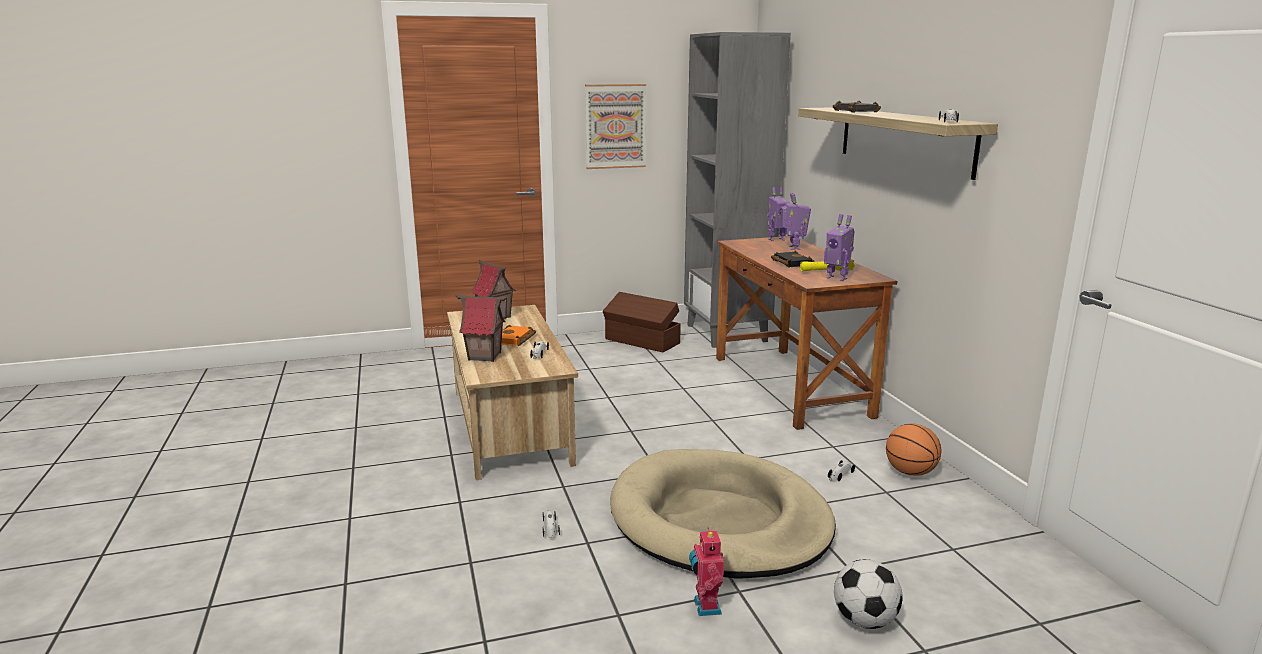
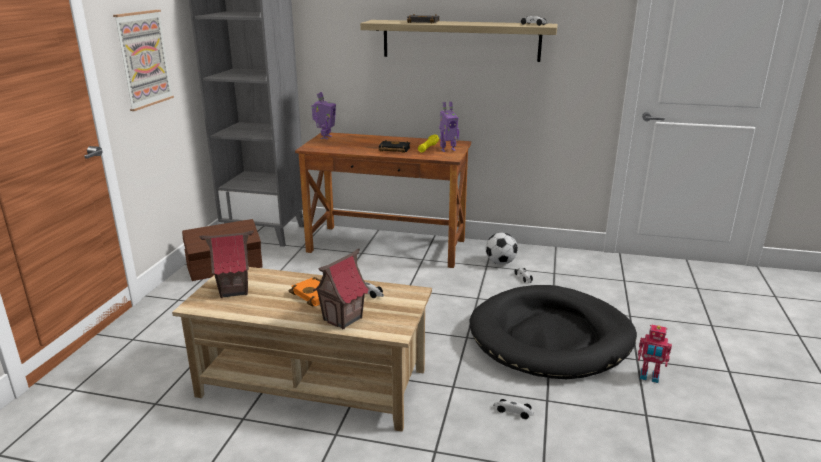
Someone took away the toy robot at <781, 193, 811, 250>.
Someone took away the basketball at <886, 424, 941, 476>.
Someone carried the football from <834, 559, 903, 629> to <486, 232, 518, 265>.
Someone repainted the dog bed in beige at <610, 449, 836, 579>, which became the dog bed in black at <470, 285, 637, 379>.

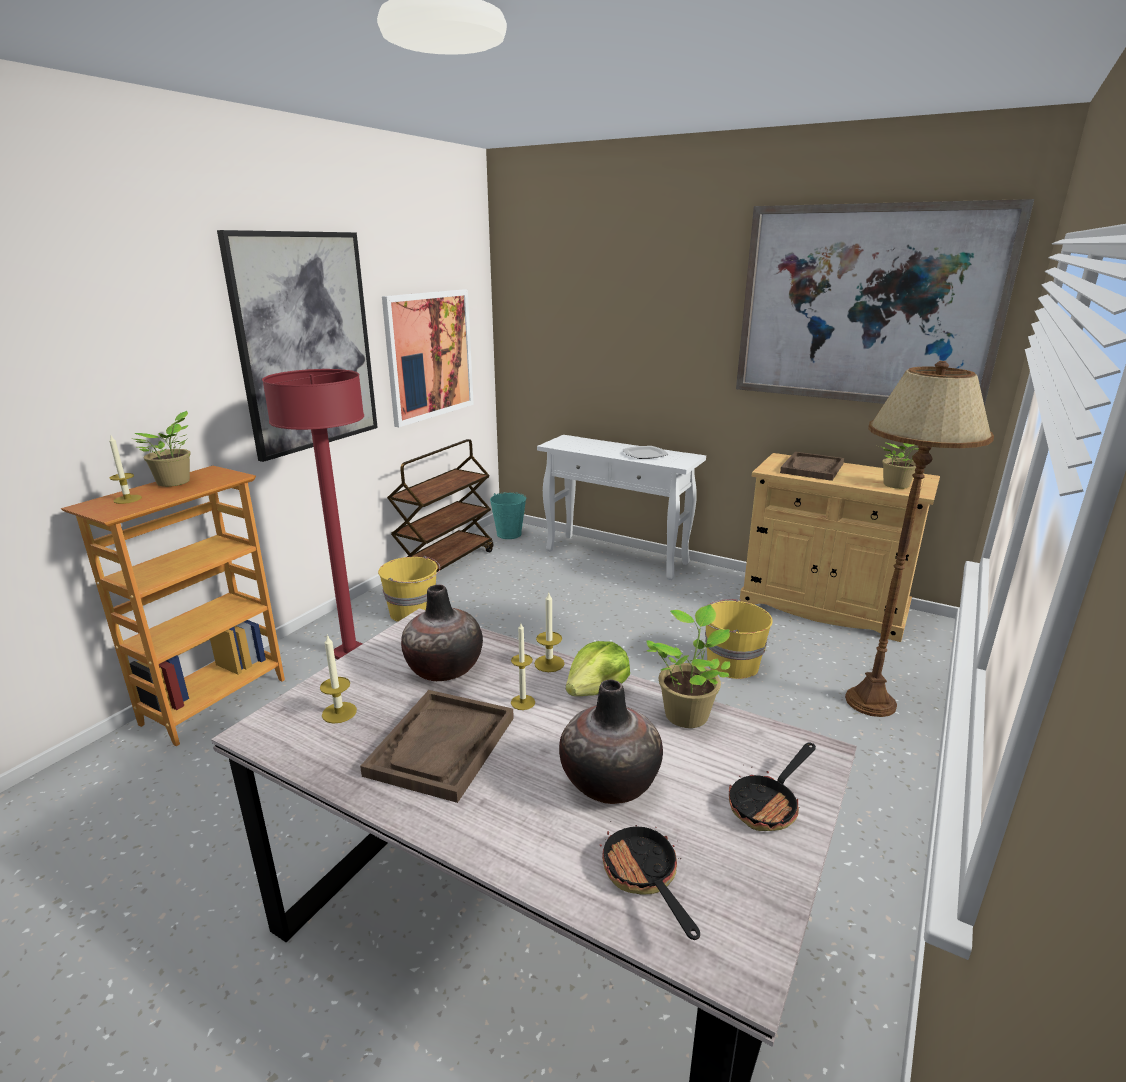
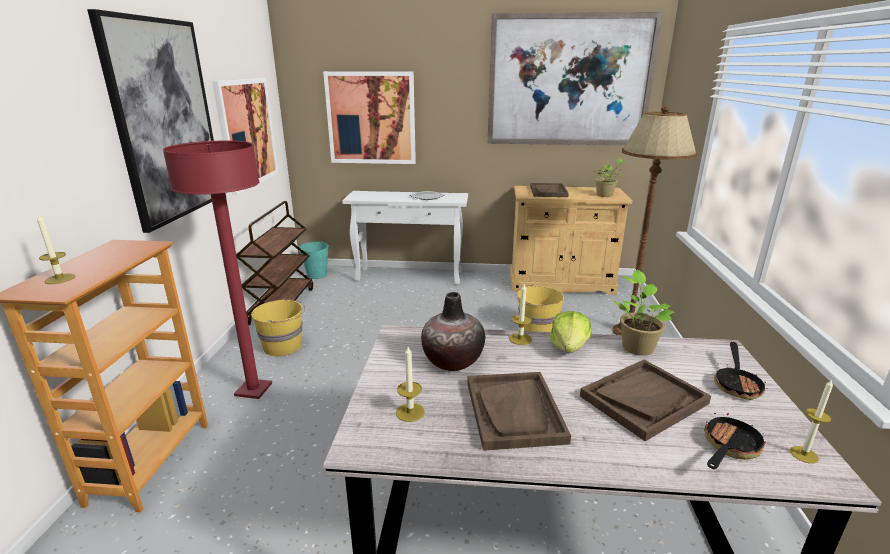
Someone took away the potted plant at <134, 411, 191, 487>.
Someone put up the picture at <323, 71, 416, 164>.
Someone carried the candle from <511, 623, 535, 710> to <790, 379, 833, 464>.
Someone swapped the vase at <559, 680, 663, 804> for the tray in brown at <580, 360, 711, 441>.
Someone rotated the frying pan at <600, 825, 700, 940> by 90 degrees clockwise.

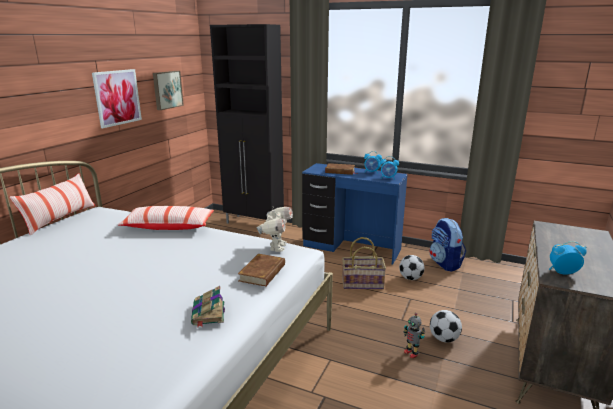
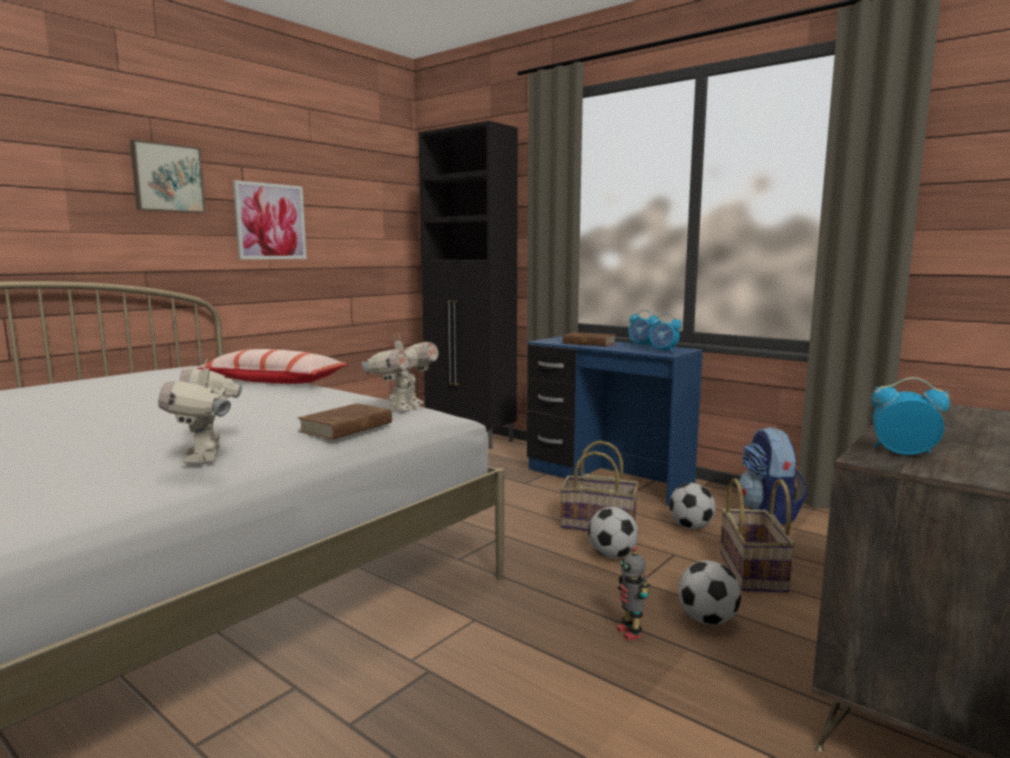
Someone took away the pillow at <10, 173, 95, 235>.
Someone put down the football at <588, 507, 638, 558>.
Someone put down the basket at <720, 478, 795, 593>.
Someone carried the picture from <153, 71, 184, 110> to <130, 140, 206, 213>.
Someone swapped the book at <191, 286, 225, 328> for the toy robot at <158, 358, 242, 463>.

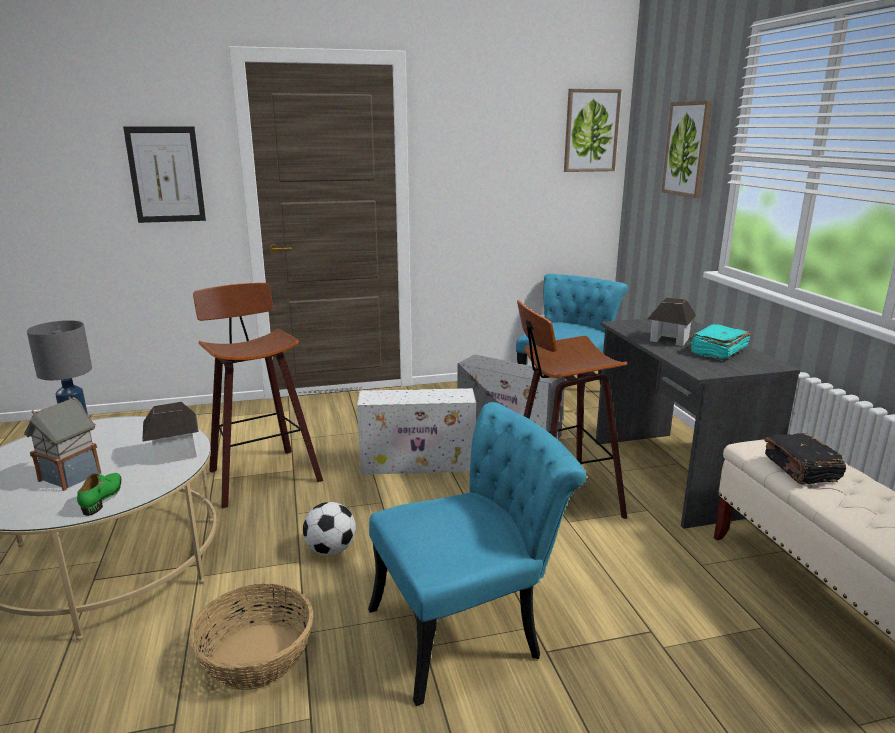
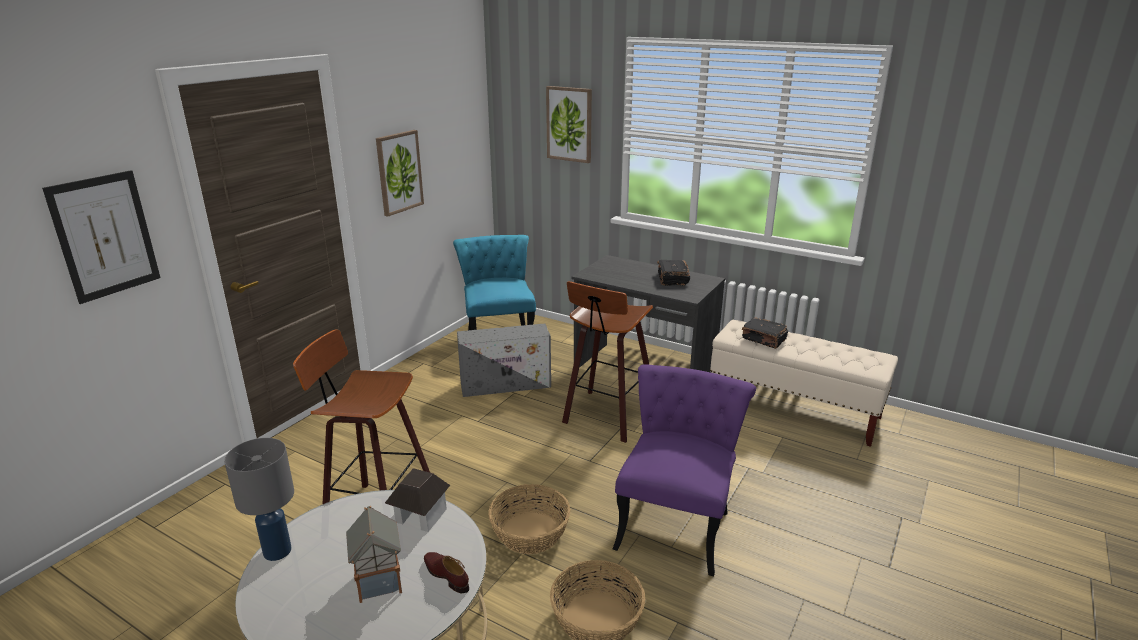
Someone took away the storage box in white at <357, 388, 476, 475>.
Someone took away the toy house at <647, 298, 696, 346>.
Someone carried the picture from <564, 89, 622, 172> to <376, 130, 424, 217>.
Someone swapped the football at <303, 502, 356, 556> for the basket at <488, 484, 570, 554>.
Someone repainted the shoe in green at <77, 473, 121, 516>, which became the shoe in brown at <424, 552, 469, 593>.
Someone repainted the chair in turquoise at <368, 402, 586, 706>, which became the chair in purple at <613, 364, 756, 576>.
Someone repainted the book in turquoise at <688, 324, 750, 361>, which became the book in black at <657, 260, 690, 286>.

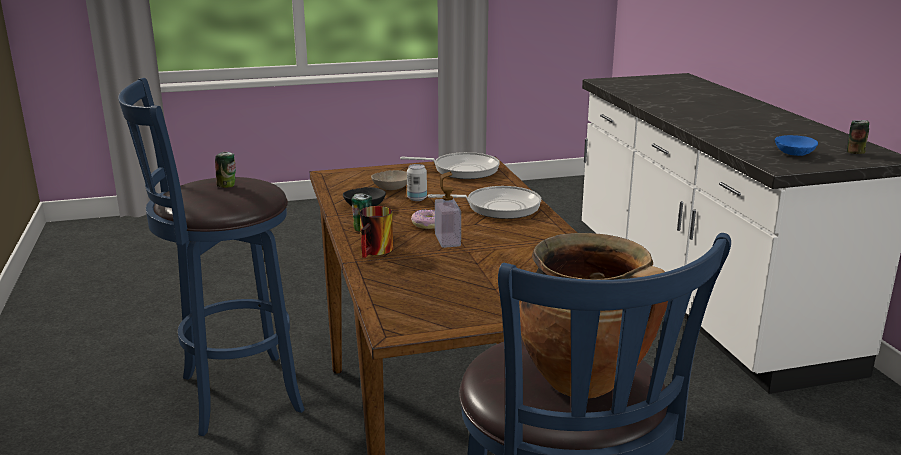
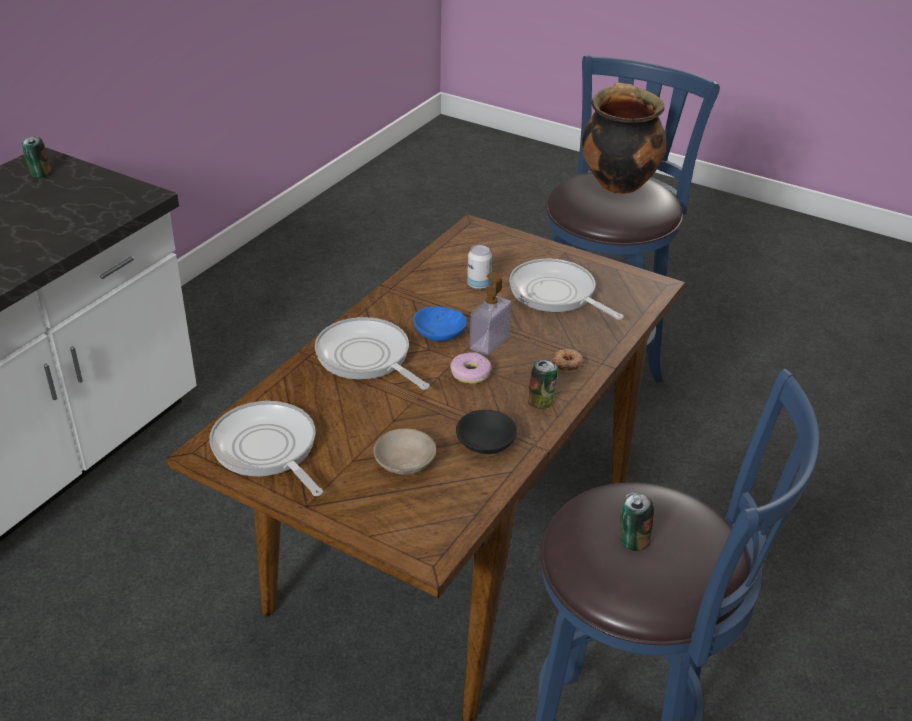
Someone put down the frying pan at <509, 259, 623, 320>.
Someone carried the can from <407, 164, 427, 201> to <467, 245, 492, 289>.
Someone carried the bowl in blue from <775, 135, 818, 156> to <413, 306, 467, 341>.
Someone swapped the mug at <360, 206, 393, 258> for the donut at <552, 349, 584, 374>.

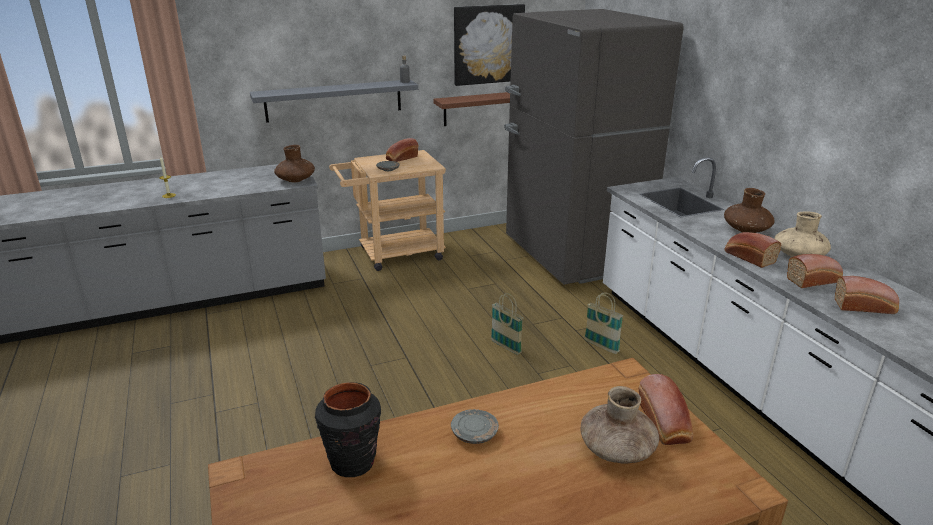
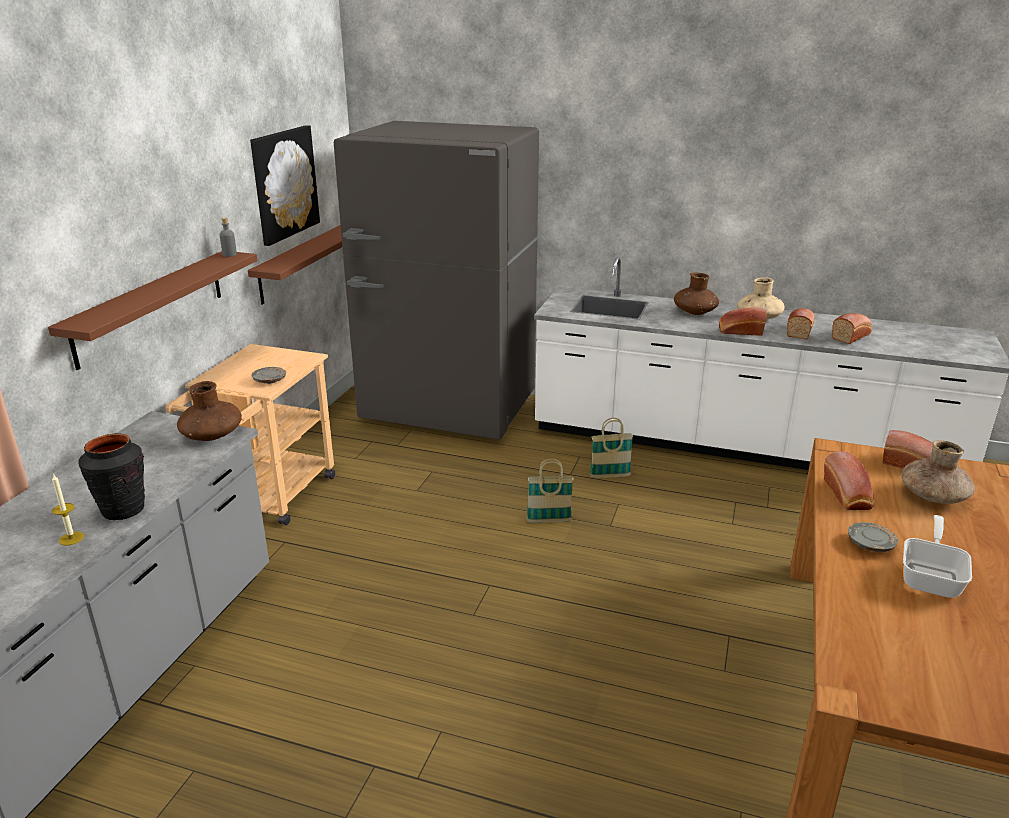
Someone put down the frying pan at <903, 515, 972, 598>.
Someone carried the vase in black from <315, 382, 381, 477> to <78, 433, 145, 520>.
Someone carried the bread from <386, 138, 418, 162> to <824, 451, 874, 510>.
Someone repainted the shelf in grey at <250, 80, 418, 123>, which became the shelf in brown at <48, 251, 258, 370>.

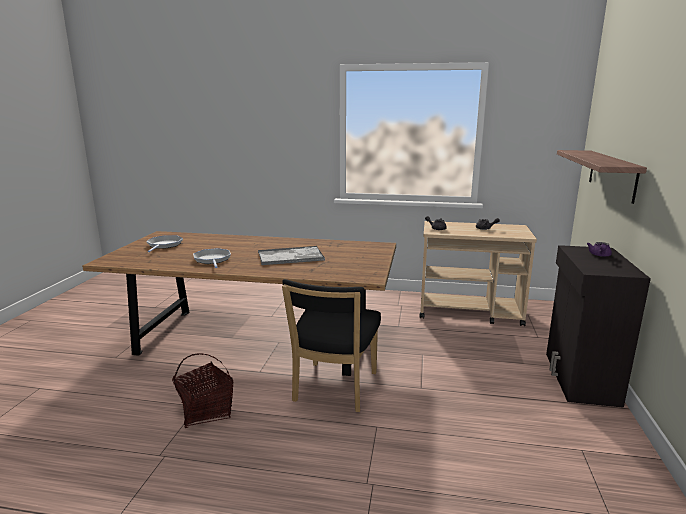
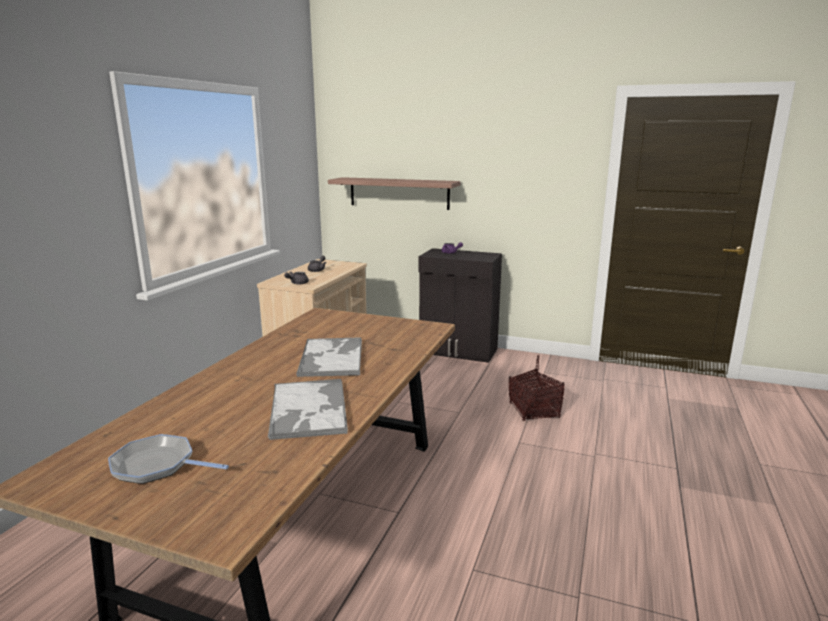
Someone took away the chair in black at <282, 279, 381, 412>.
Someone carried the basket from <172, 354, 233, 428> to <509, 355, 565, 421>.
Someone swapped the frying pan at <193, 248, 231, 268> for the tray at <268, 379, 348, 440>.

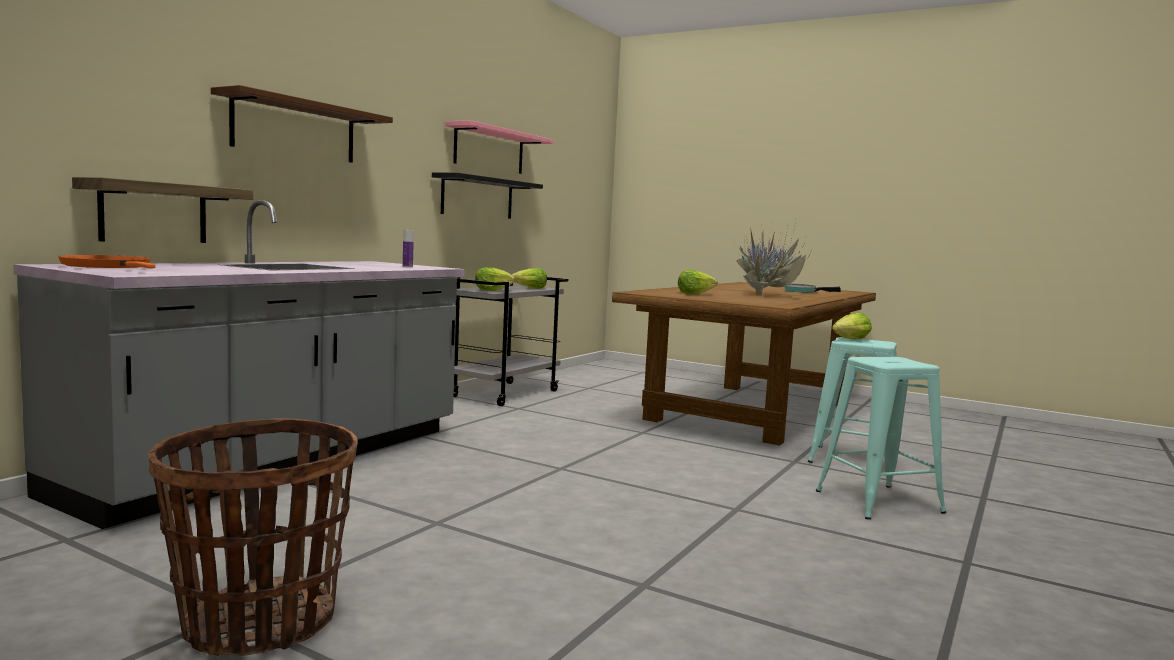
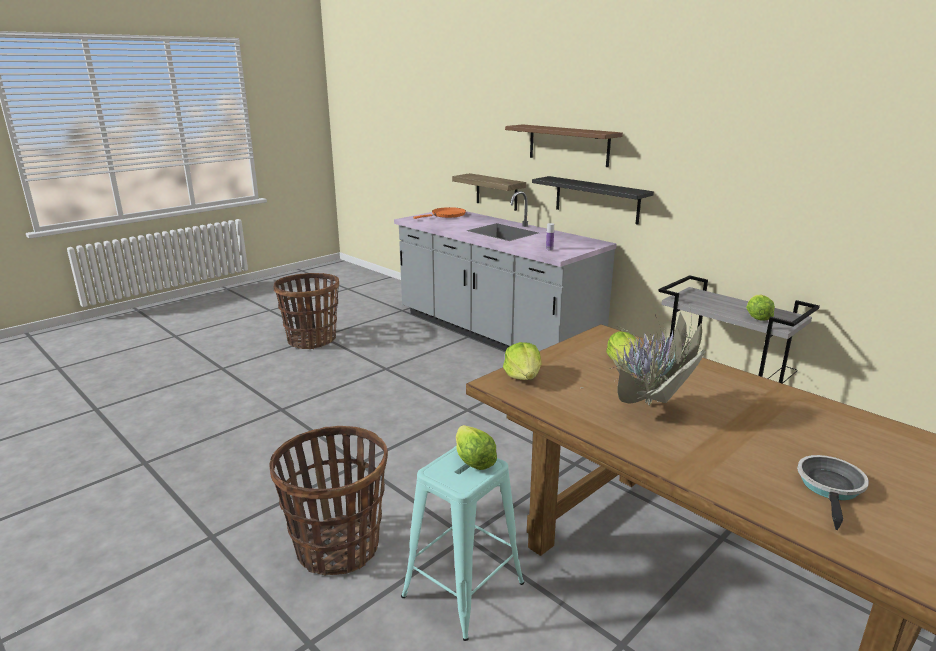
Someone took away the shelf in pink at <445, 120, 553, 174>.
Someone carried the shelf in black from <432, 172, 543, 219> to <532, 176, 654, 225>.
Someone carried the lettuce from <475, 267, 514, 291> to <503, 342, 542, 380>.
Someone swapped the stool in turquoise at <816, 357, 946, 520> for the basket at <269, 426, 388, 576>.

